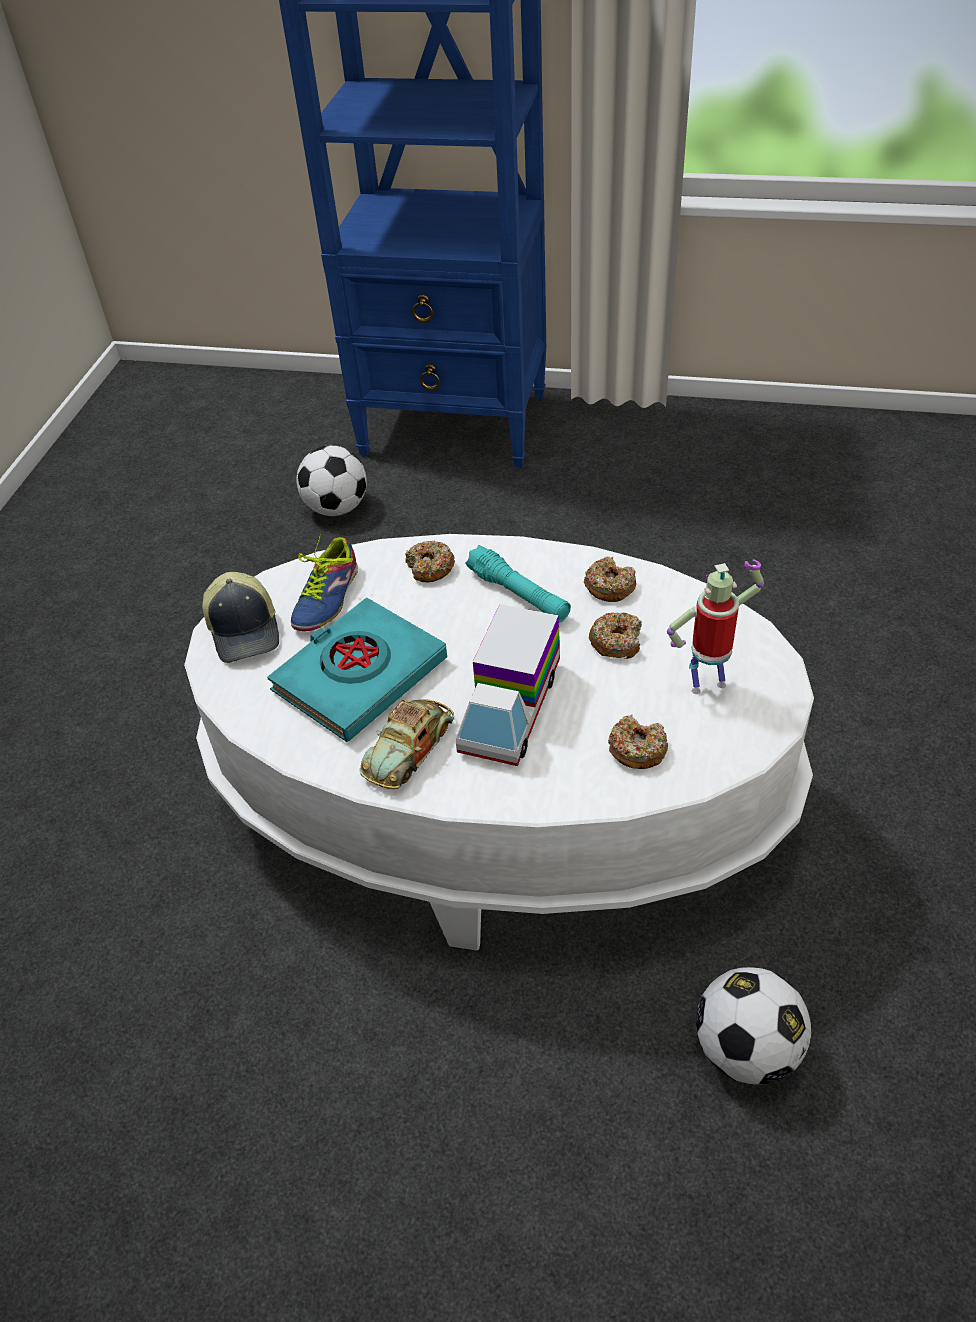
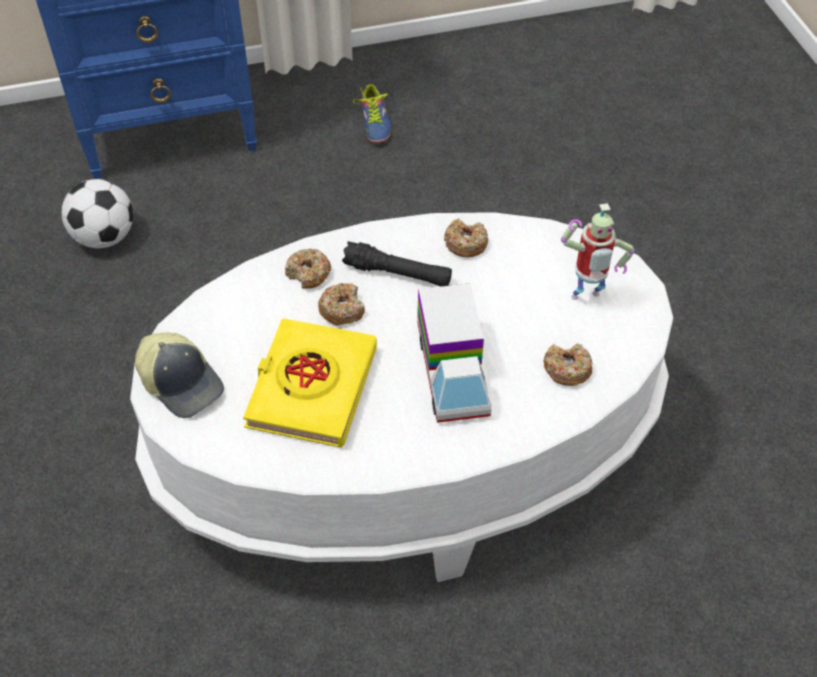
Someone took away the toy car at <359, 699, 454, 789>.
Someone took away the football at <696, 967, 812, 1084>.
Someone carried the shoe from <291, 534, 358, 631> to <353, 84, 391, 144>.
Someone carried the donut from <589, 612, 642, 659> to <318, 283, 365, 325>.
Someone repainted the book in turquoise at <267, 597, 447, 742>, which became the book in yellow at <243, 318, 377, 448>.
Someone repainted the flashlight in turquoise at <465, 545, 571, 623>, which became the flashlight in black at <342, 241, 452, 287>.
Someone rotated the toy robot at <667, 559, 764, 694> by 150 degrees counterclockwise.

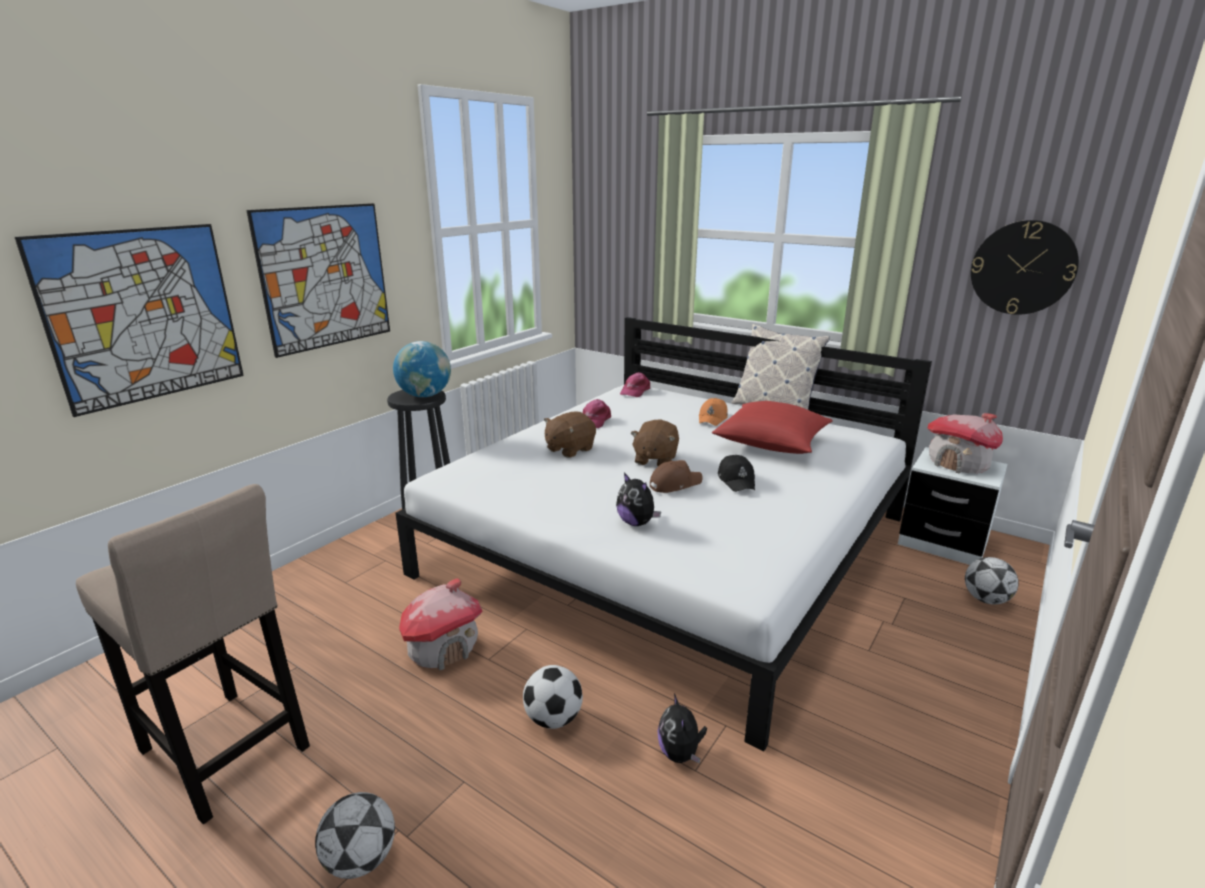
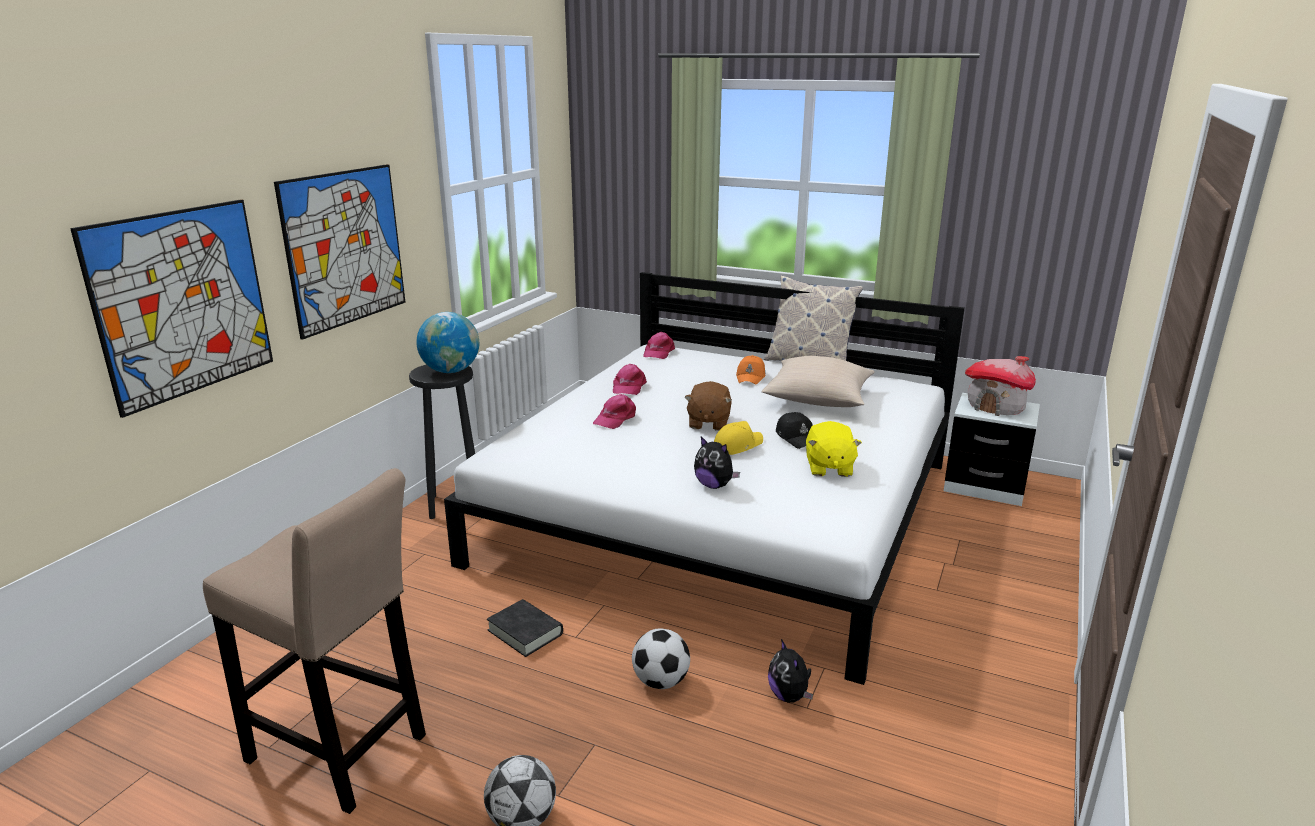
Someone took away the football at <965, 557, 1019, 605>.
Someone took away the wall clock at <971, 220, 1079, 315>.
Someone put down the plush toy in yellow at <806, 421, 862, 477>.
Someone swapped the toy house at <399, 578, 483, 670> for the book in black at <487, 599, 563, 657>.
Someone swapped the plush toy in brown at <544, 411, 596, 458> for the cap in pink at <593, 394, 636, 429>.
Someone repainted the cap in brown at <650, 460, 702, 493>, which became the cap in yellow at <714, 421, 763, 455>.
Someone repainted the pillow in red at <712, 401, 833, 454>, which became the pillow in beige at <761, 356, 875, 407>.

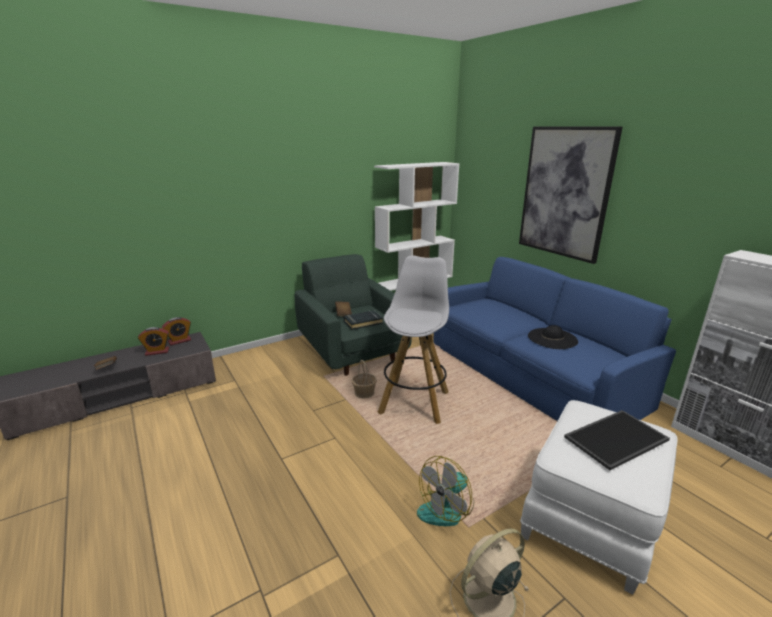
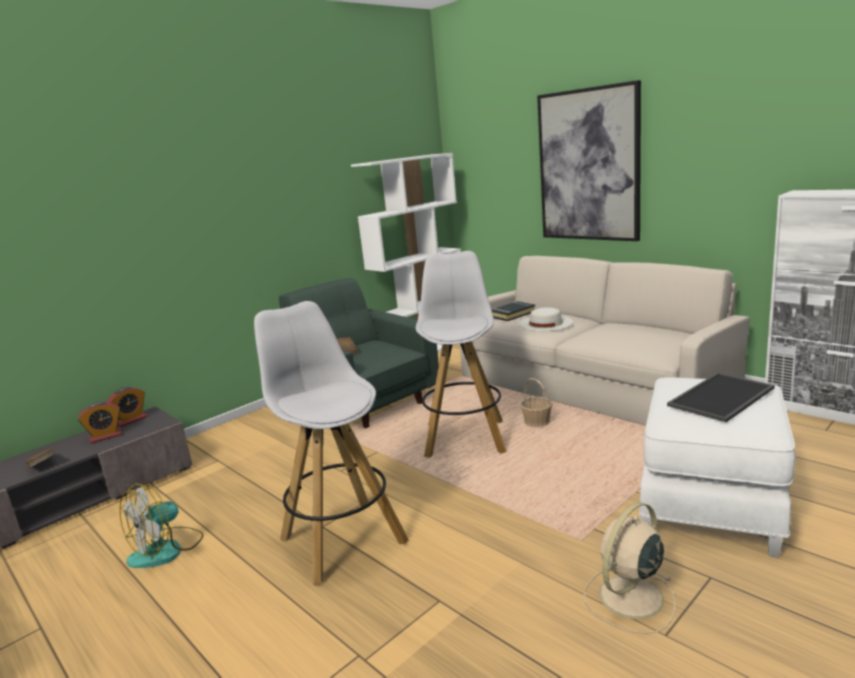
Someone took away the hat in black at <528, 325, 578, 349>.
Someone put down the stool in white at <254, 301, 409, 585>.
Someone put down the hat in white at <519, 307, 573, 331>.
Someone carried the book in black from <344, 310, 384, 330> to <492, 301, 535, 321>.
Someone carried the basket from <352, 360, 377, 398> to <520, 378, 553, 427>.
Someone carried the fan from <417, 456, 474, 526> to <119, 484, 204, 568>.
Someone repainted the sofa in blue at <433, 257, 676, 421>, which became the sofa in beige at <460, 256, 750, 425>.

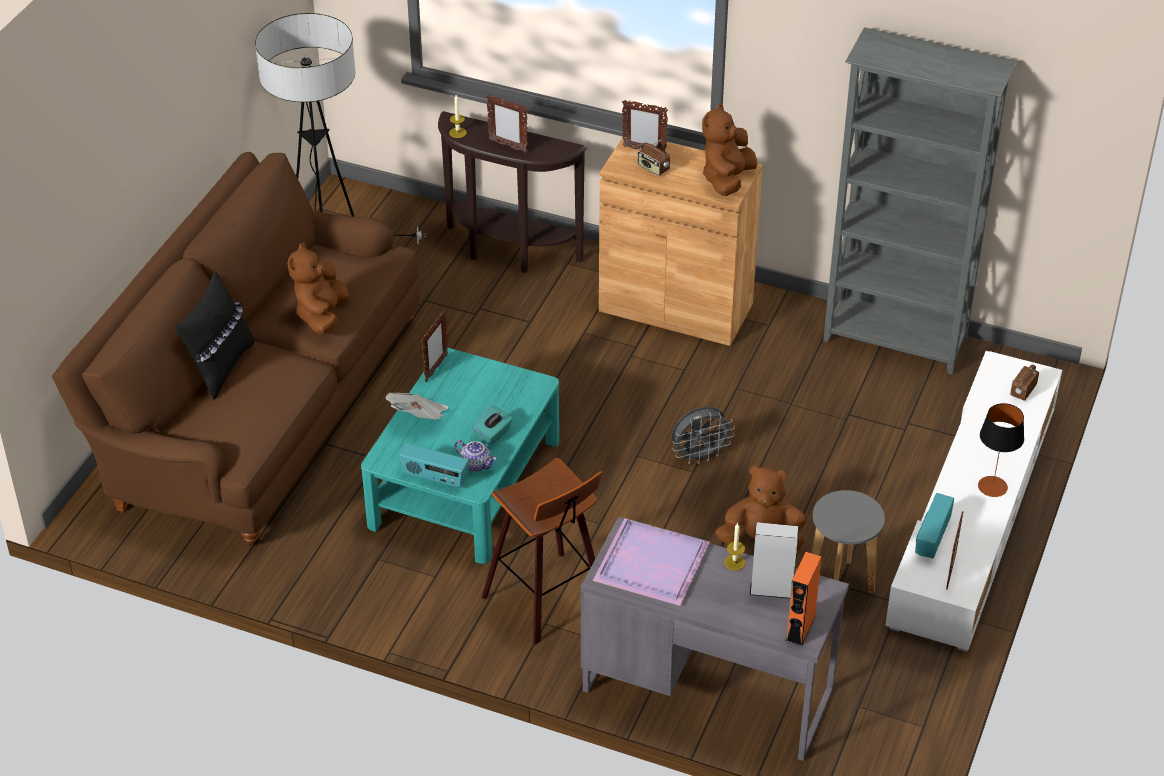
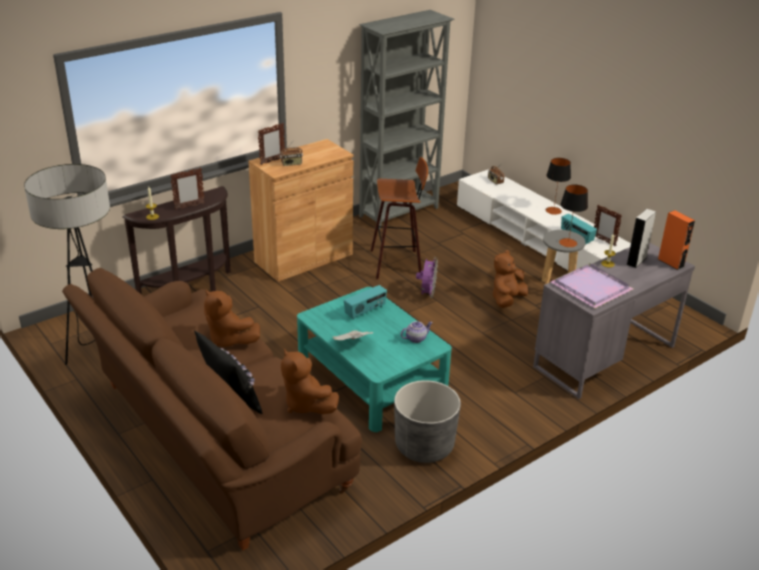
Someone took away the picture frame at <422, 310, 448, 382>.
Someone took away the tissue box in turquoise at <473, 406, 513, 446>.
Someone put down the planter in grey at <394, 380, 461, 463>.
Someone put down the table lamp at <559, 184, 588, 247>.
Someone carried the radio from <399, 443, 469, 489> to <344, 285, 387, 319>.
Someone carried the stool from <481, 458, 602, 645> to <371, 157, 428, 279>.
Someone carried the plush toy in brown from <702, 103, 758, 196> to <281, 349, 339, 414>.
Someone repainted the fan in grey at <672, 407, 735, 464>, which became the fan in purple at <416, 257, 438, 298>.

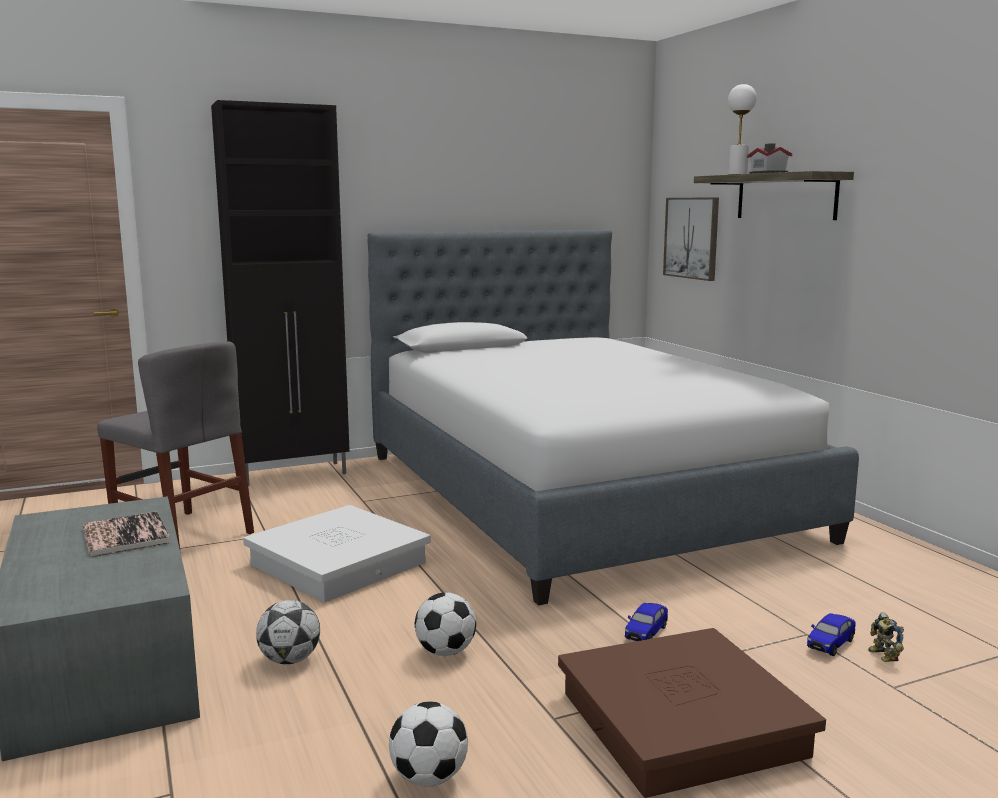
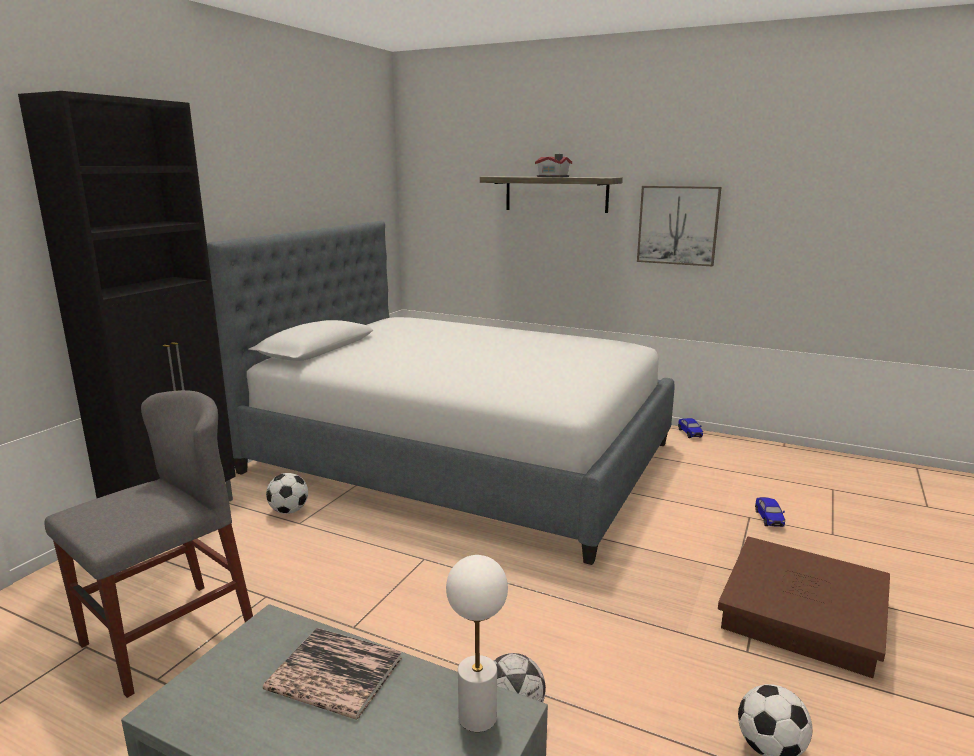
Someone took away the storage box in white at <243, 505, 431, 602>.
Someone took away the toy robot at <868, 612, 904, 662>.
Someone carried the football from <415, 592, 476, 656> to <266, 473, 308, 514>.
Someone carried the toy car from <625, 603, 668, 641> to <678, 418, 703, 438>.
Someone carried the picture from <663, 197, 719, 281> to <637, 186, 721, 267>.
Someone carried the table lamp in white from <728, 84, 757, 175> to <446, 555, 508, 732>.
Someone rotated the chair in grey at <97, 341, 254, 548> by 45 degrees counterclockwise.

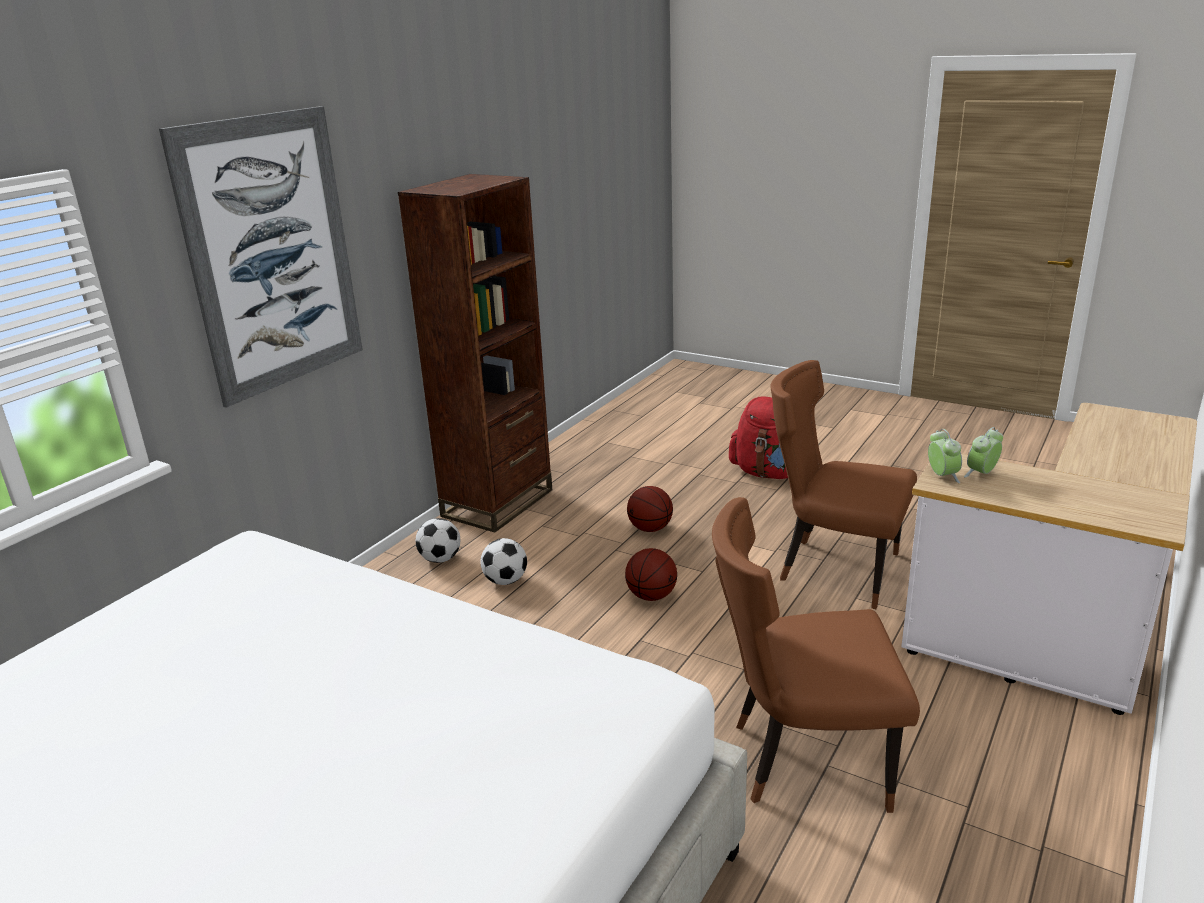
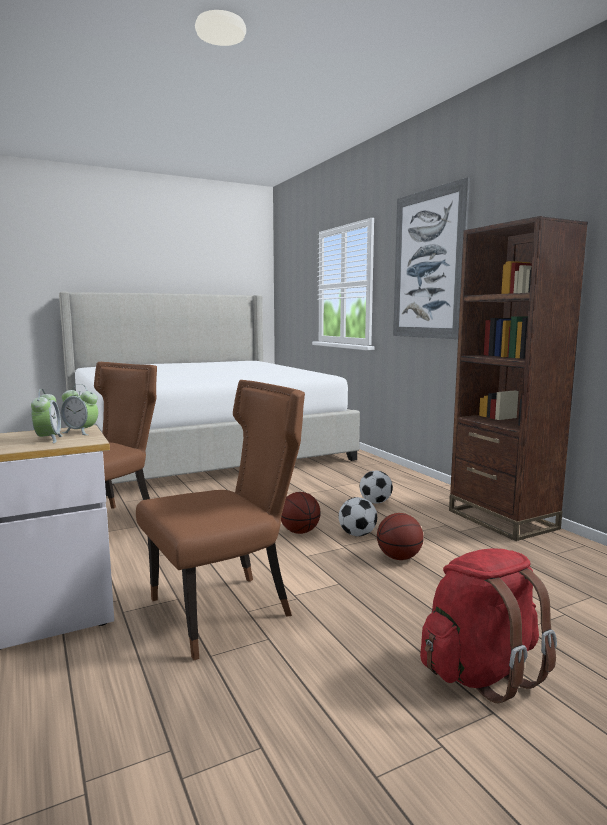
Someone carried the football from <416, 518, 460, 563> to <339, 497, 377, 536>.

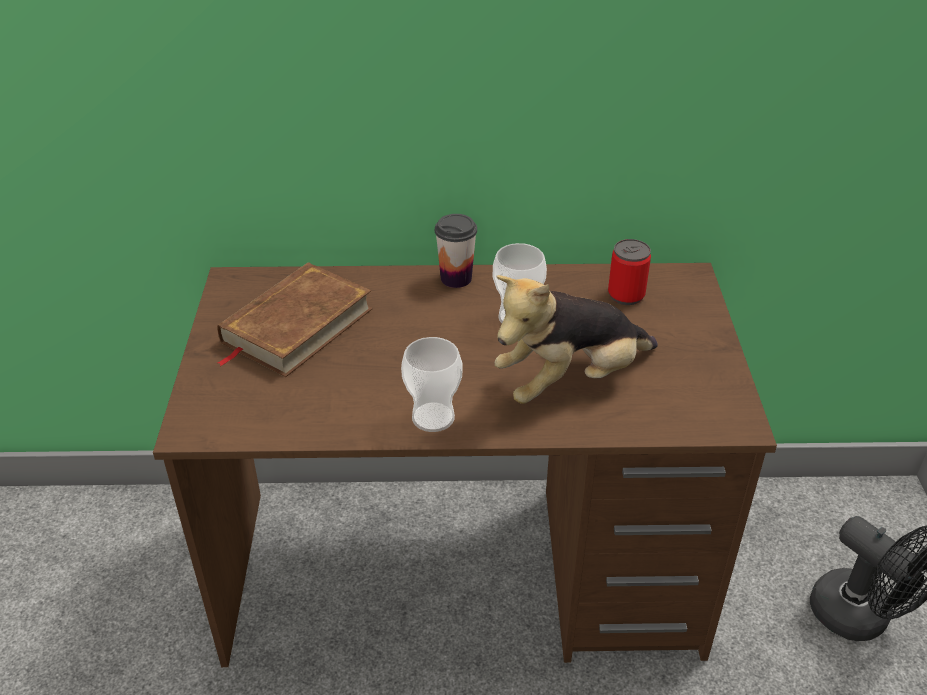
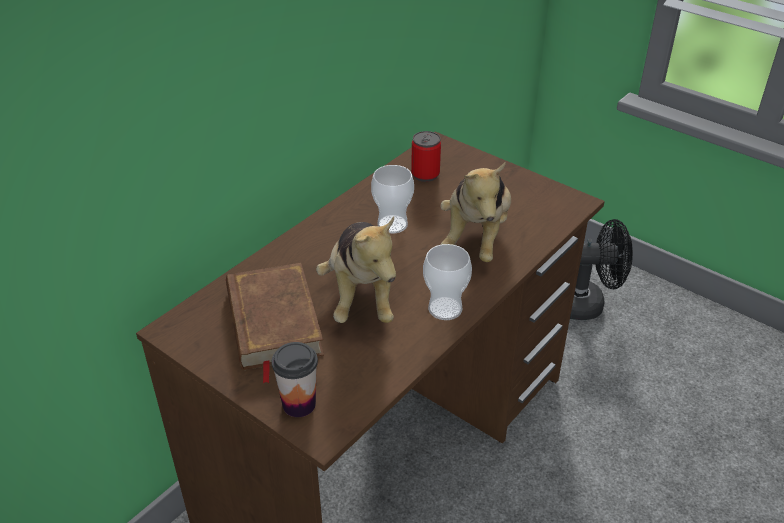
Someone put down the plush toy at <316, 216, 396, 323>.
Someone carried the cup from <435, 214, 477, 288> to <271, 342, 318, 417>.

